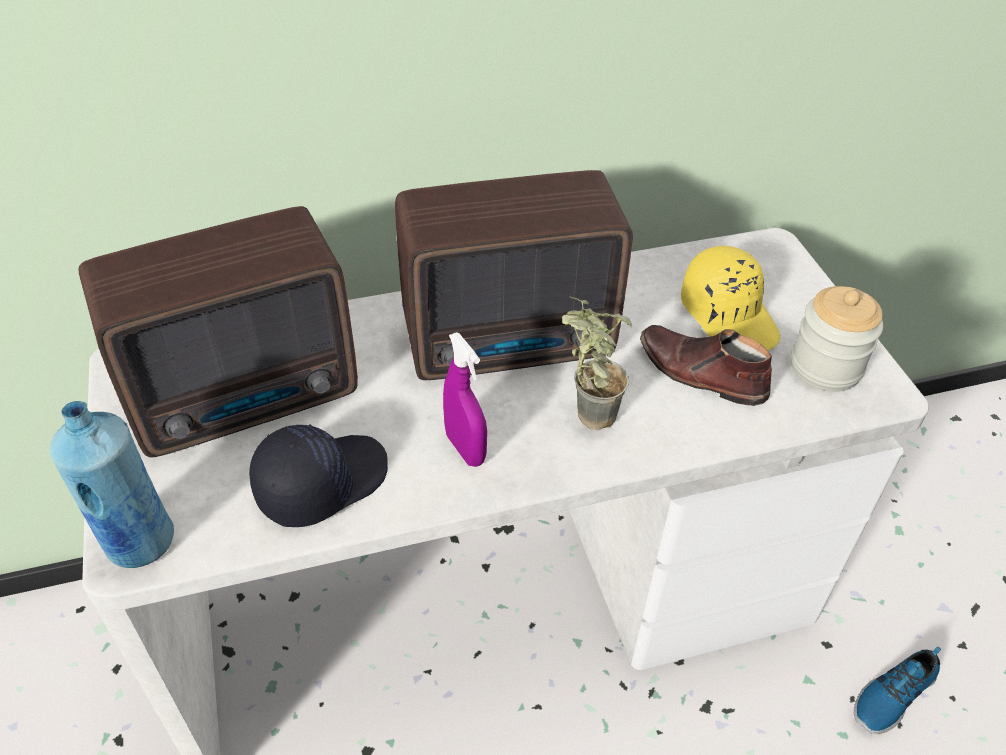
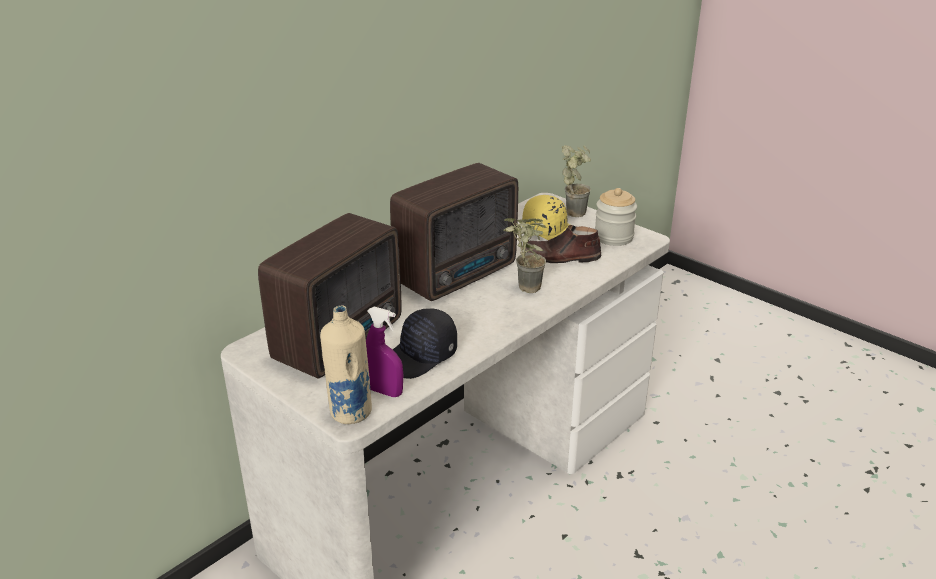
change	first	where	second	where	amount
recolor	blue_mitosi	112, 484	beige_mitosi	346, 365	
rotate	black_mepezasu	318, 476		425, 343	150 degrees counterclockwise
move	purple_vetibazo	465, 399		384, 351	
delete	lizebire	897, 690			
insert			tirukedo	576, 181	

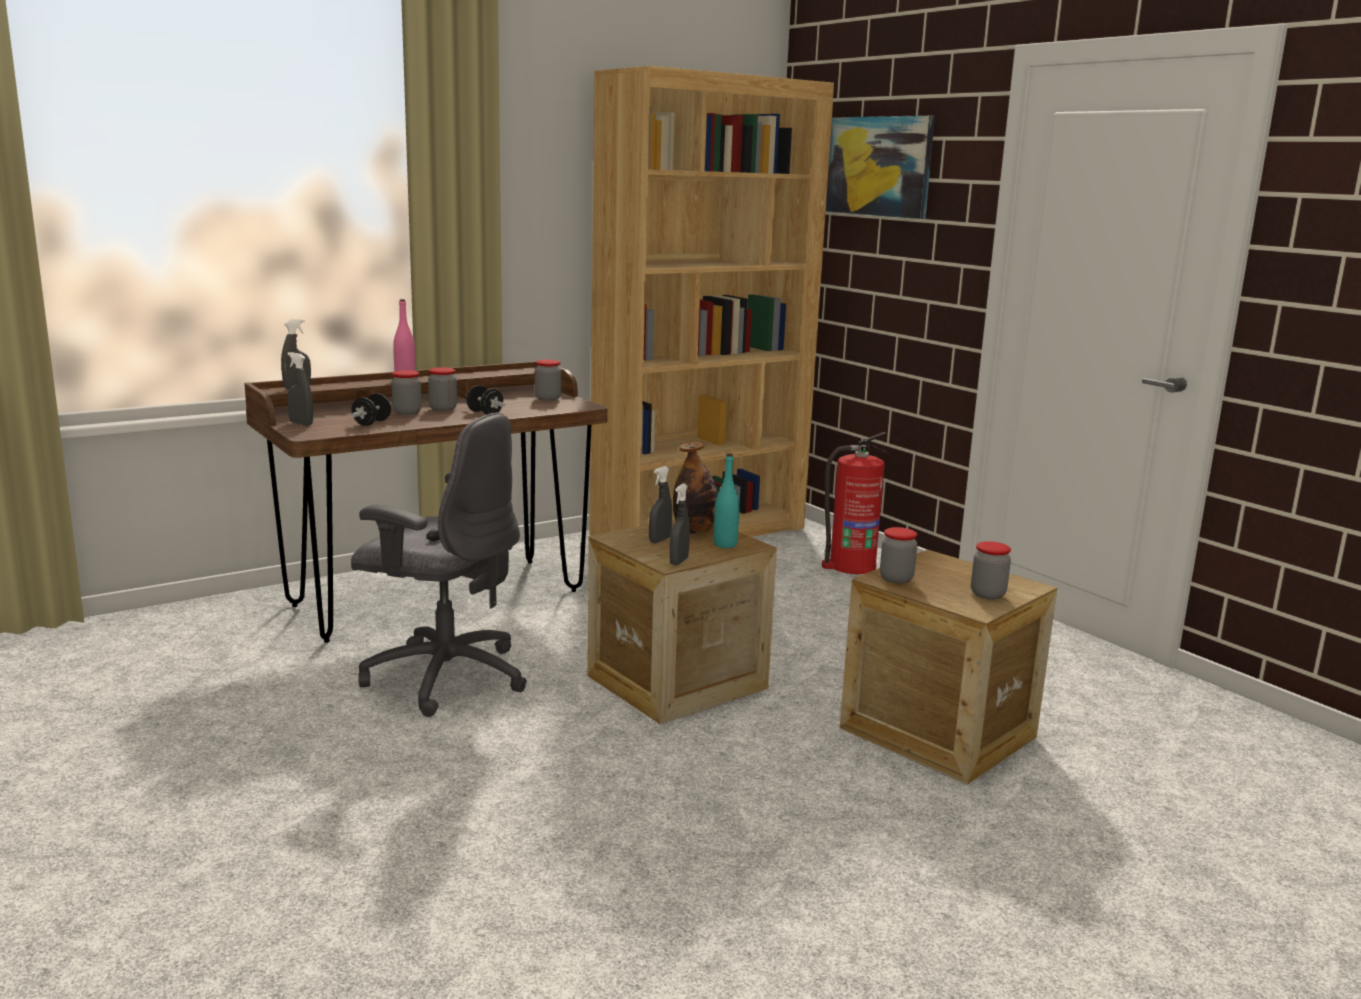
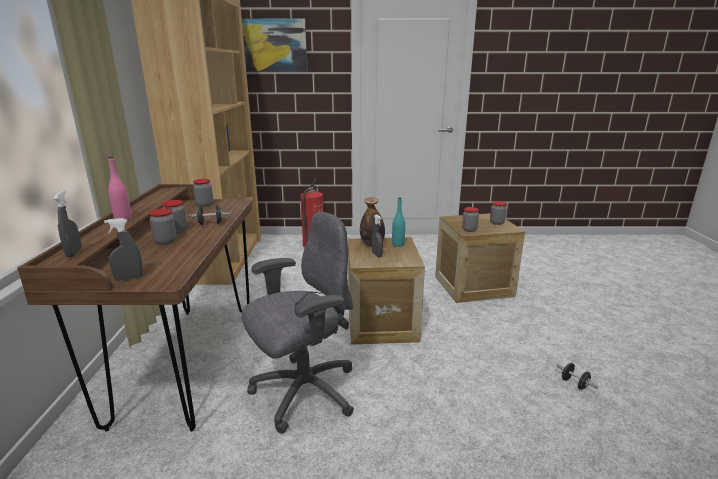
change	first	where	second	where	amount
move	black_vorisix	371, 409		577, 376	
delete	grey_vetibazo	680, 524			

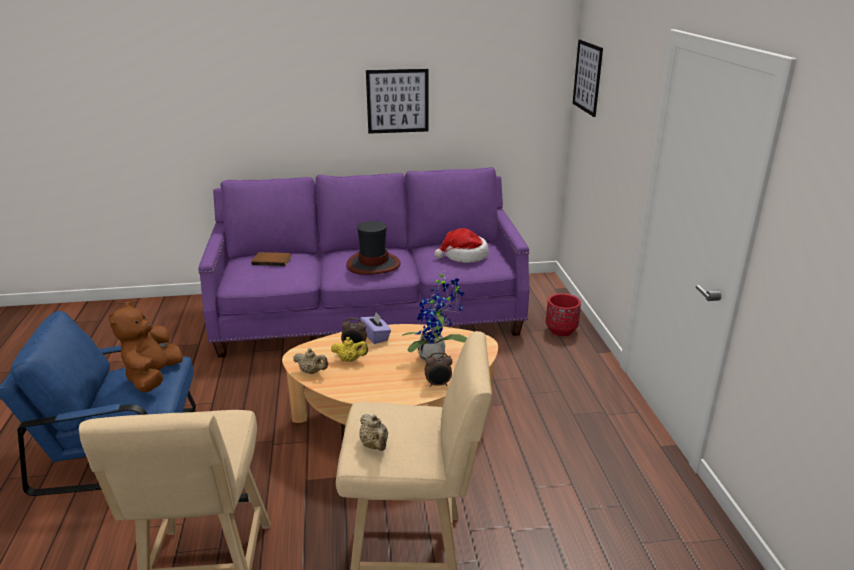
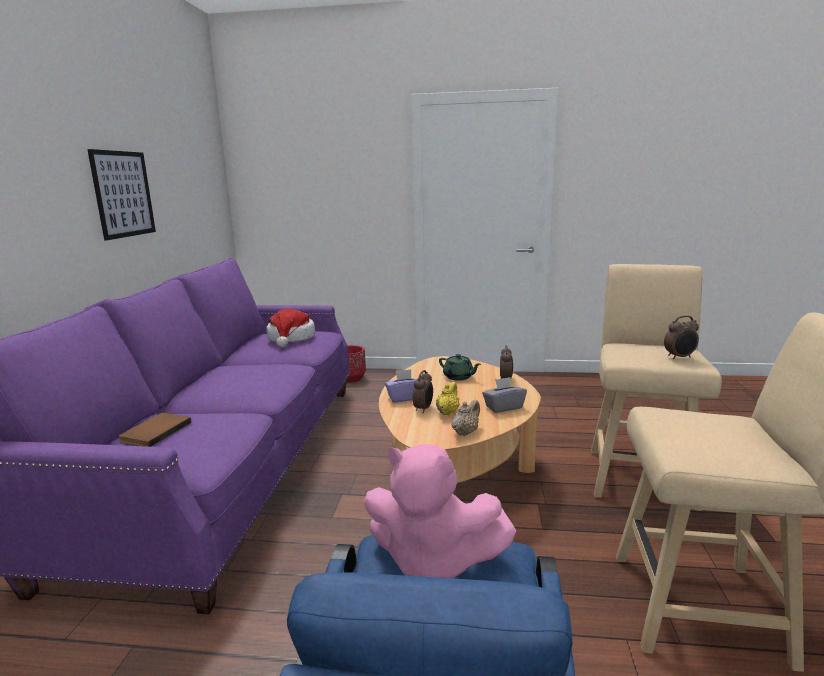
change	first	where	second	where	amount
recolor	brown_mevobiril	146, 346	pink_mevobiril	440, 511	
delete	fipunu	373, 248			
replace	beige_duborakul	373, 432	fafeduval	681, 337	
replace	tirukedo	434, 315	green_duborakul	460, 367	
delete	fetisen	588, 78			
insert			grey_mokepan	504, 395	

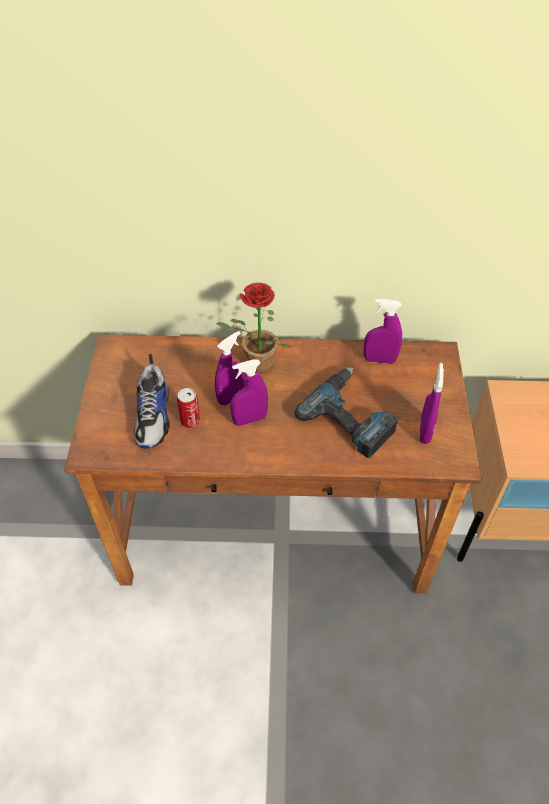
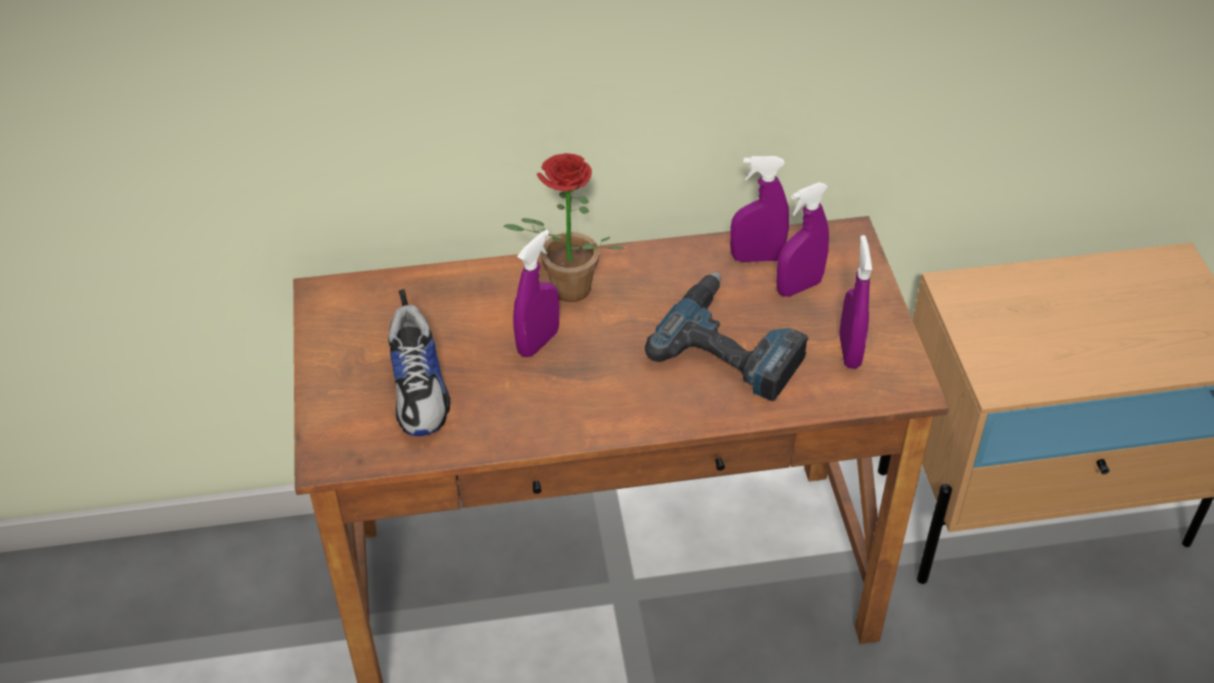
change	first	where	second	where	amount
delete	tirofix	188, 408			
move	purple_vetibazo	249, 392		803, 239	

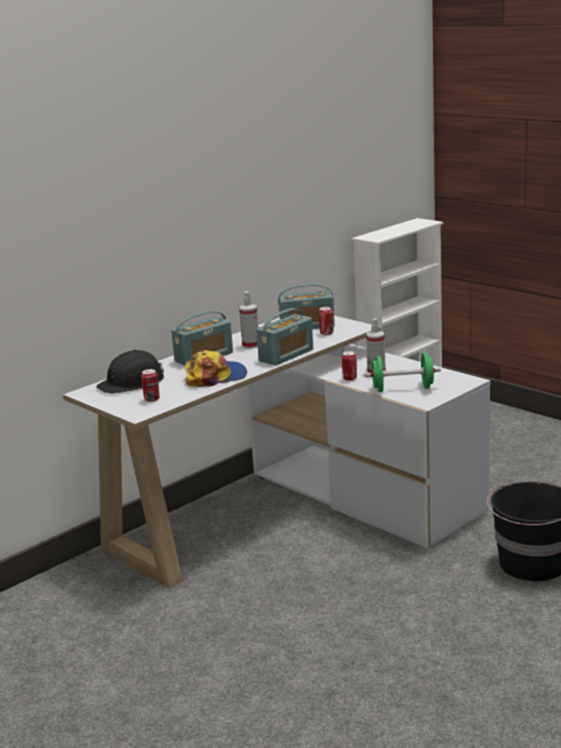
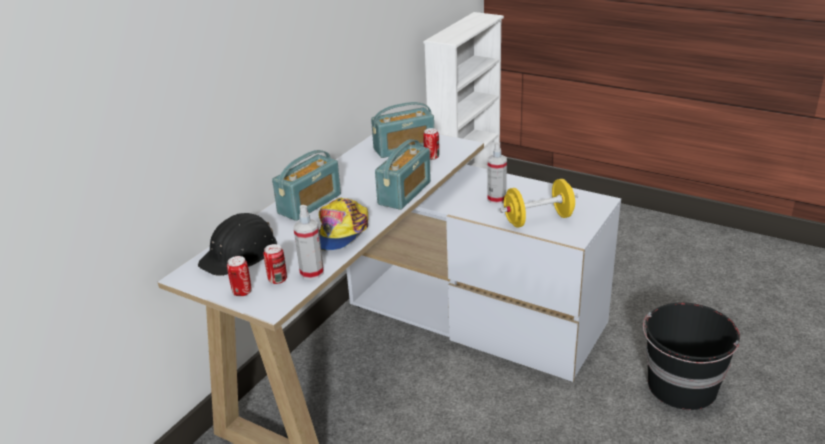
change	first	where	second	where	amount
rotate	mepezasu	215, 368		343, 224	150 degrees clockwise
move	vetibazo	249, 320		308, 242	
move	tirofix	349, 366		239, 276	
recolor	green_vorisix	403, 372	yellow_vorisix	539, 203	

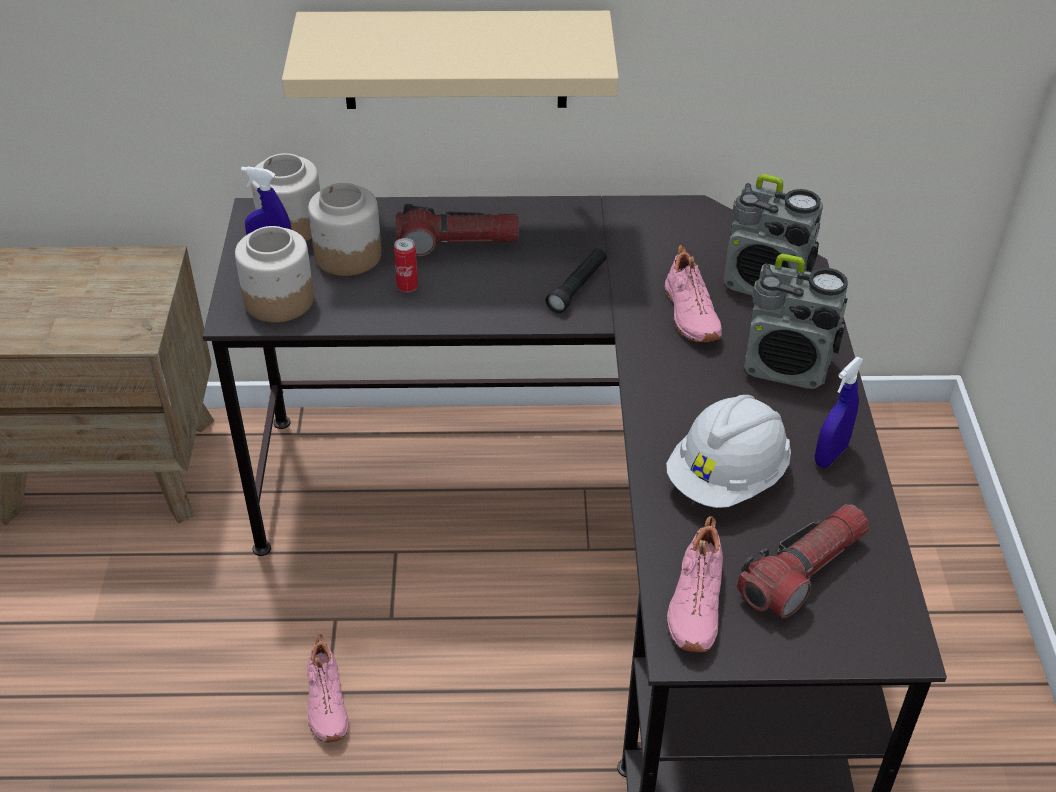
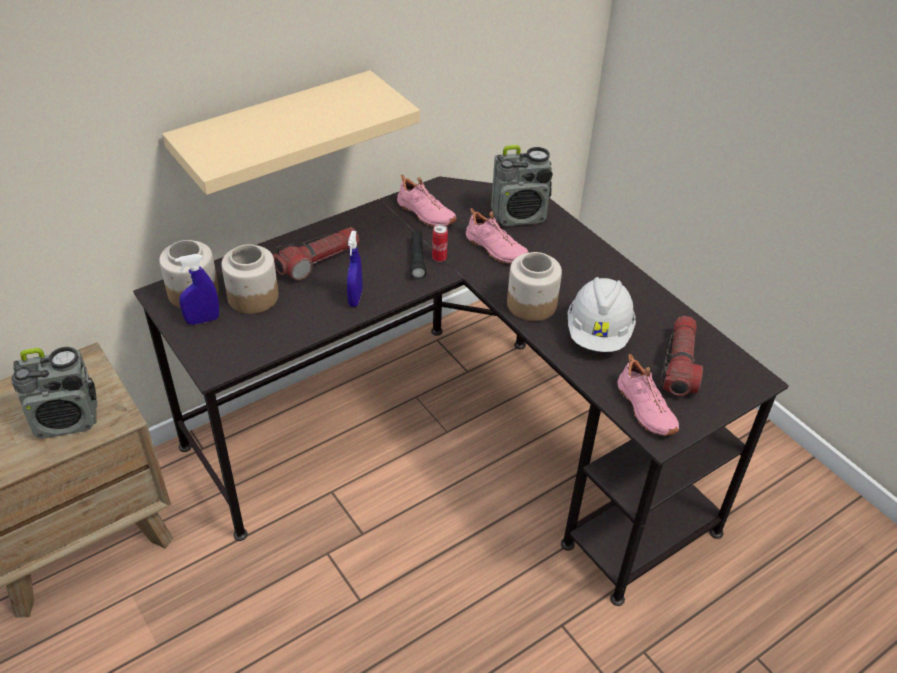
change	first	where	second	where	amount
move	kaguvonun	274, 274		534, 286	
move	pink_lizebire	328, 688		427, 201	
move	tirofix	406, 265		440, 243	
move	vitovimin	796, 321		54, 392	
move	blue_vetibazo	839, 412		354, 269	

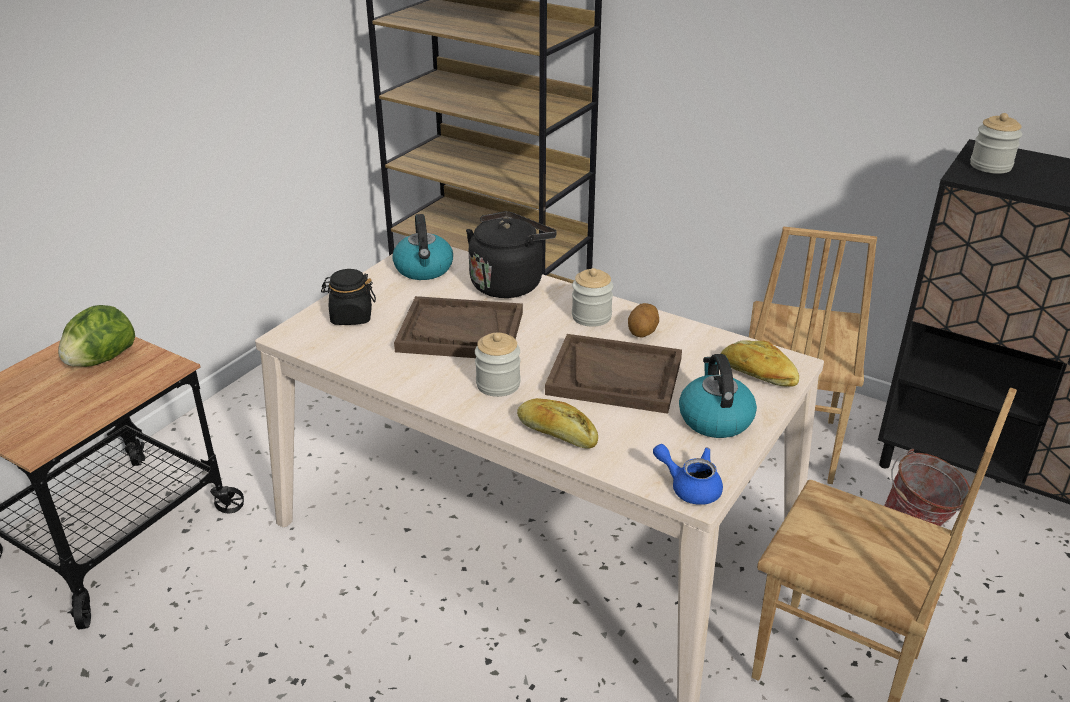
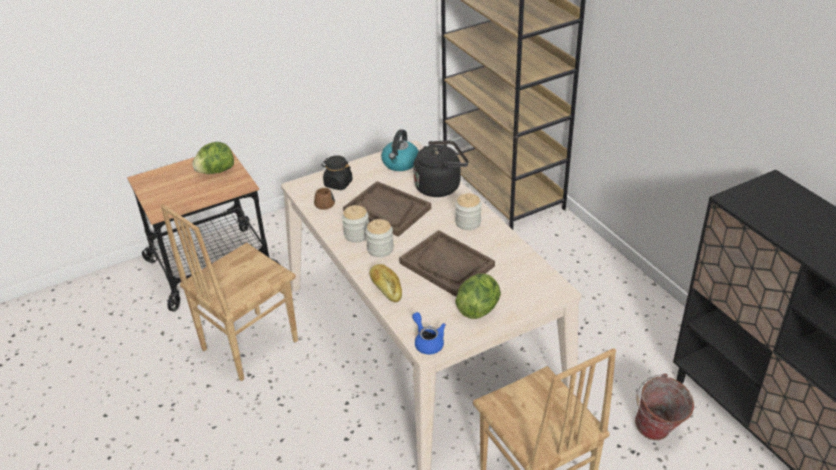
change	first	where	second	where	amount
delete	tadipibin	643, 320			
replace	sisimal	718, 396	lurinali	478, 296	
delete	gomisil	760, 363			
move	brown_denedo	813, 355		229, 292	
move	kaguvonun	996, 143		355, 224	
insert			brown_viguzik	324, 199	

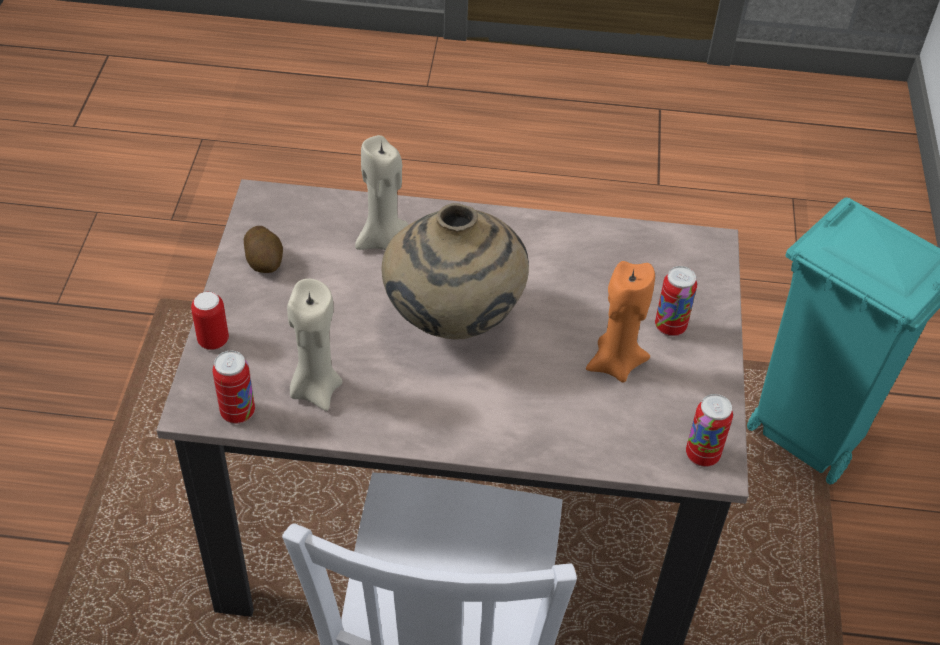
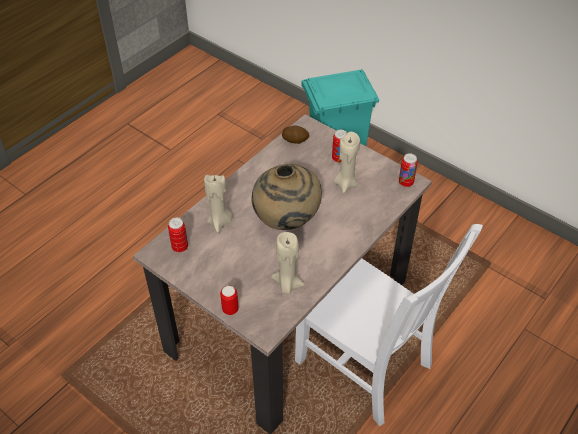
change	first	where	second	where	amount
move	tirofix	234, 387		178, 235	
move	tadipibin	263, 249		295, 134	
recolor	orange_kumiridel	620, 322	beige_kumiridel	346, 162	

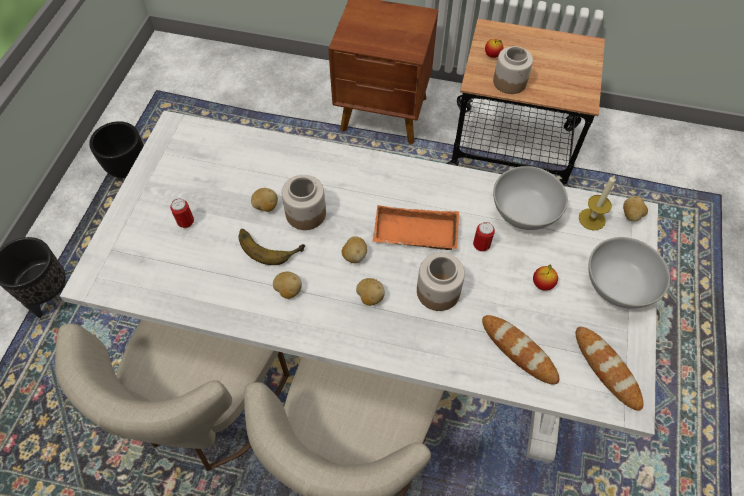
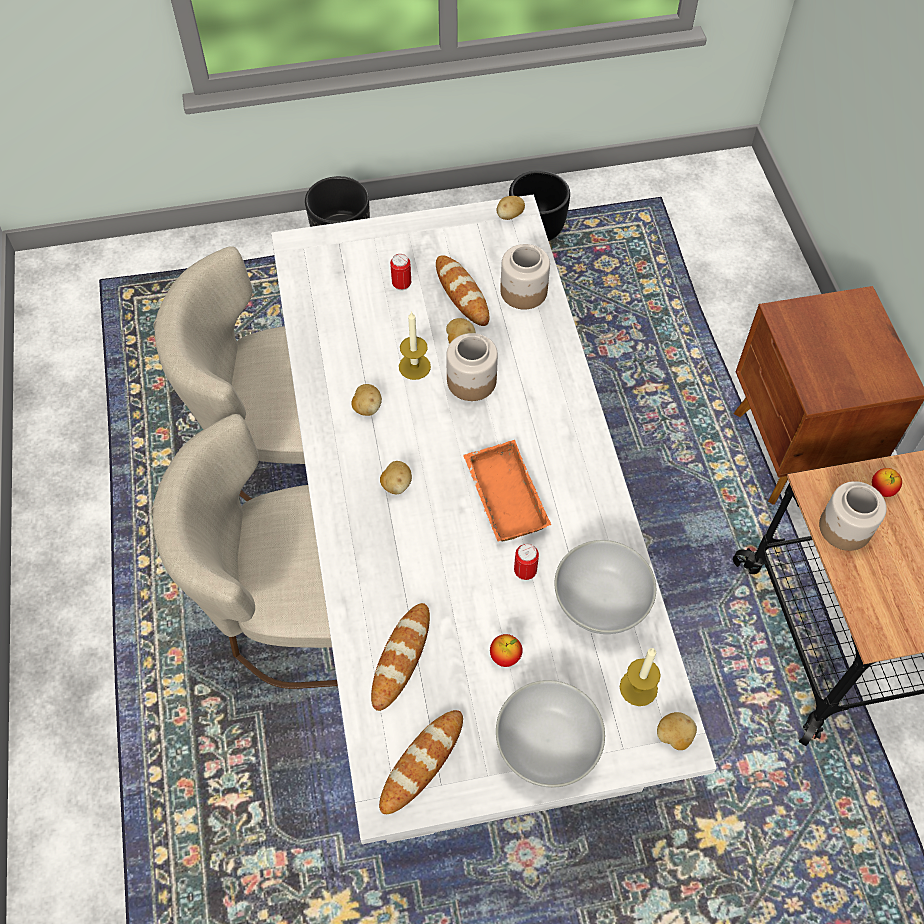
change	first	where	second	where	amount
replace	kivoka	272, 247	kumiridel	415, 345	
move	tadipibin	354, 249		511, 208	
move	kaguvonun	441, 282		525, 277	
insert			gomisil	462, 290	

